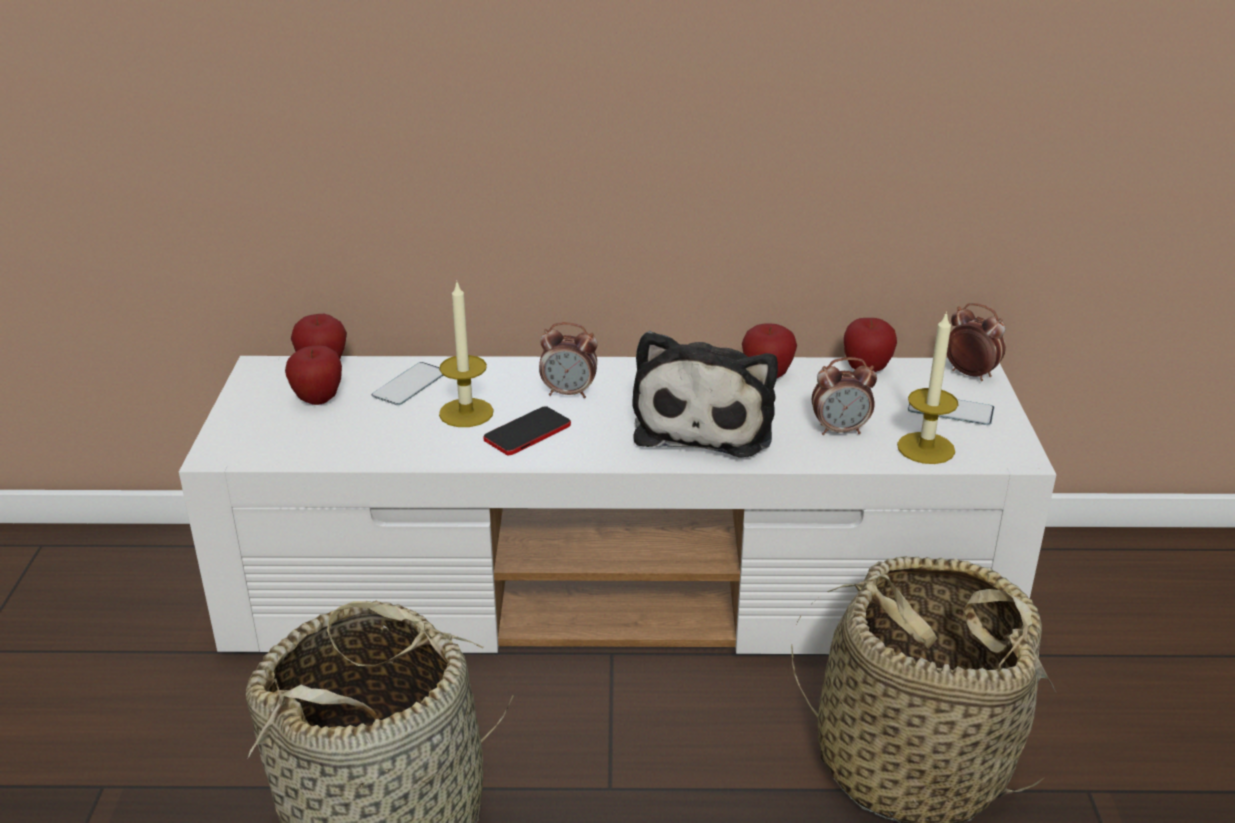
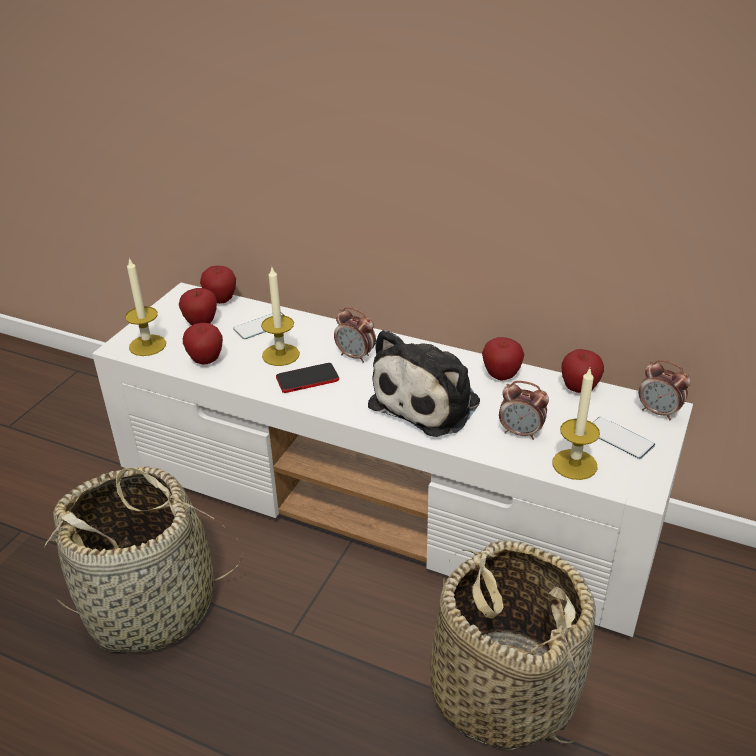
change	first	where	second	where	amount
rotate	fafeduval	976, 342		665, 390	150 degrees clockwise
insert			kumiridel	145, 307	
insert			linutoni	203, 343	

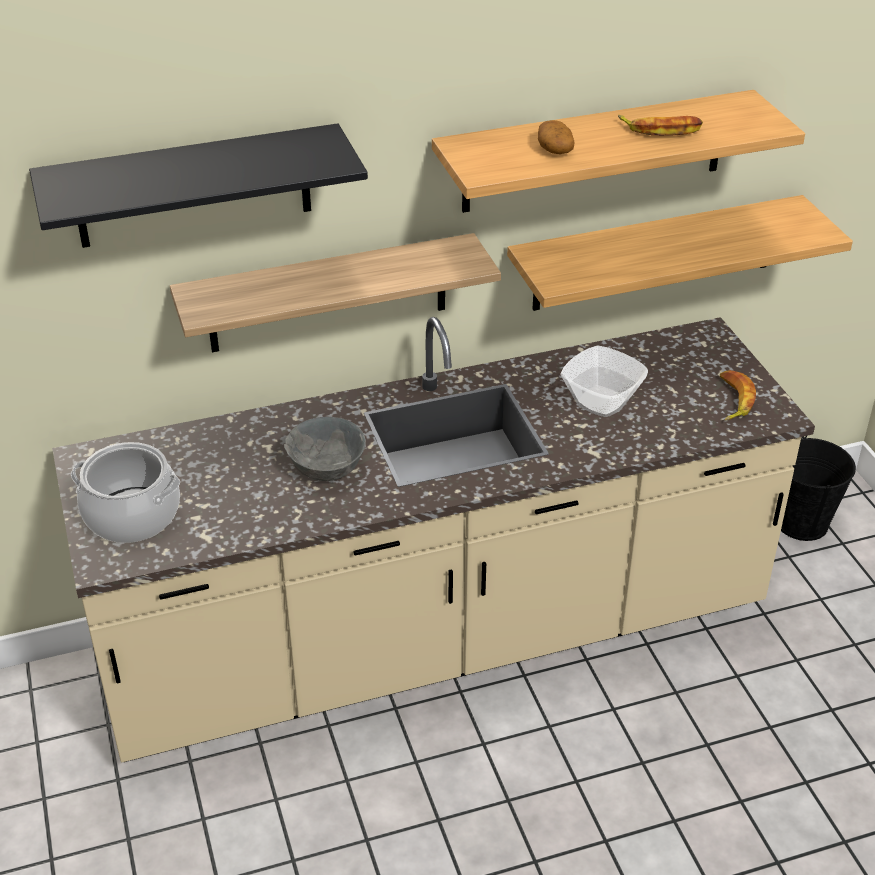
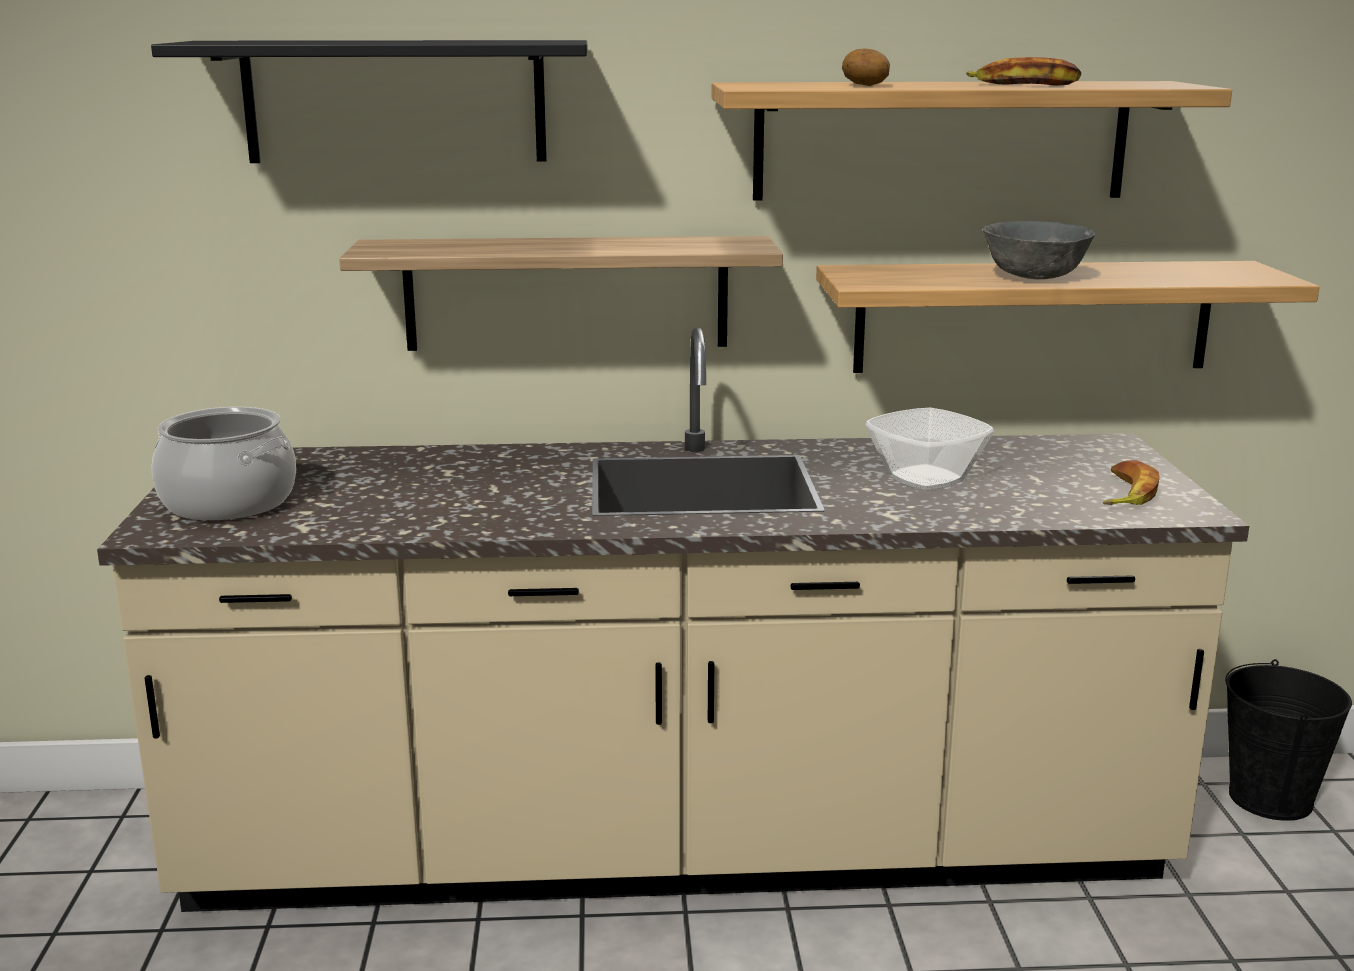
change	first	where	second	where	amount
move	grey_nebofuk	325, 449		1039, 250	

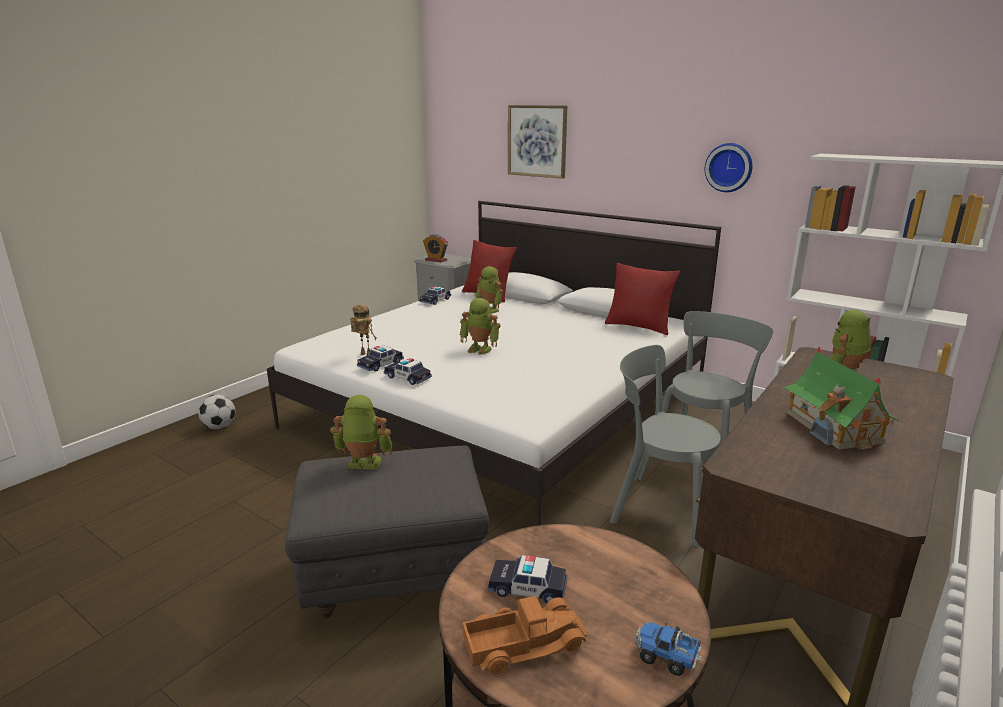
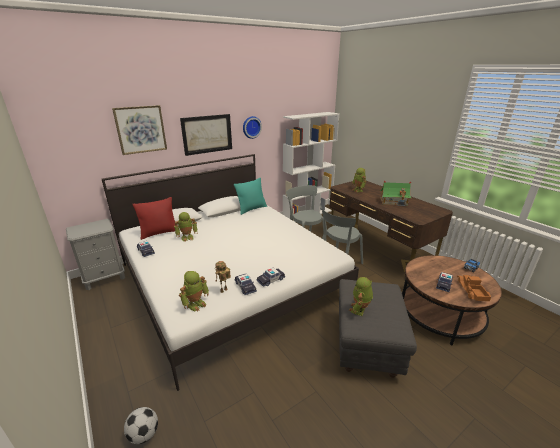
change	first	where	second	where	amount
delete	fafeduval	435, 248			
move	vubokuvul	480, 326		194, 291	
recolor	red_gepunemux	642, 299	turquoise_gepunemux	250, 196	
insert			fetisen	206, 135	

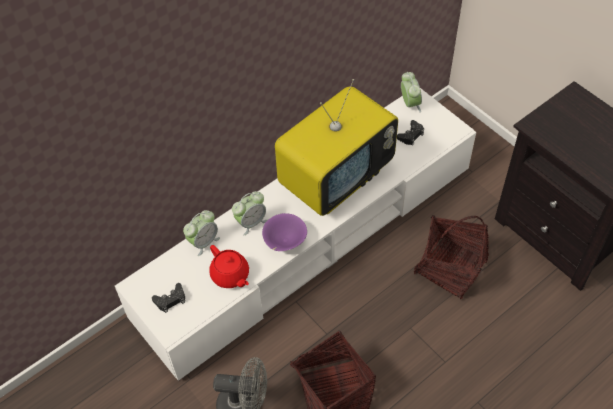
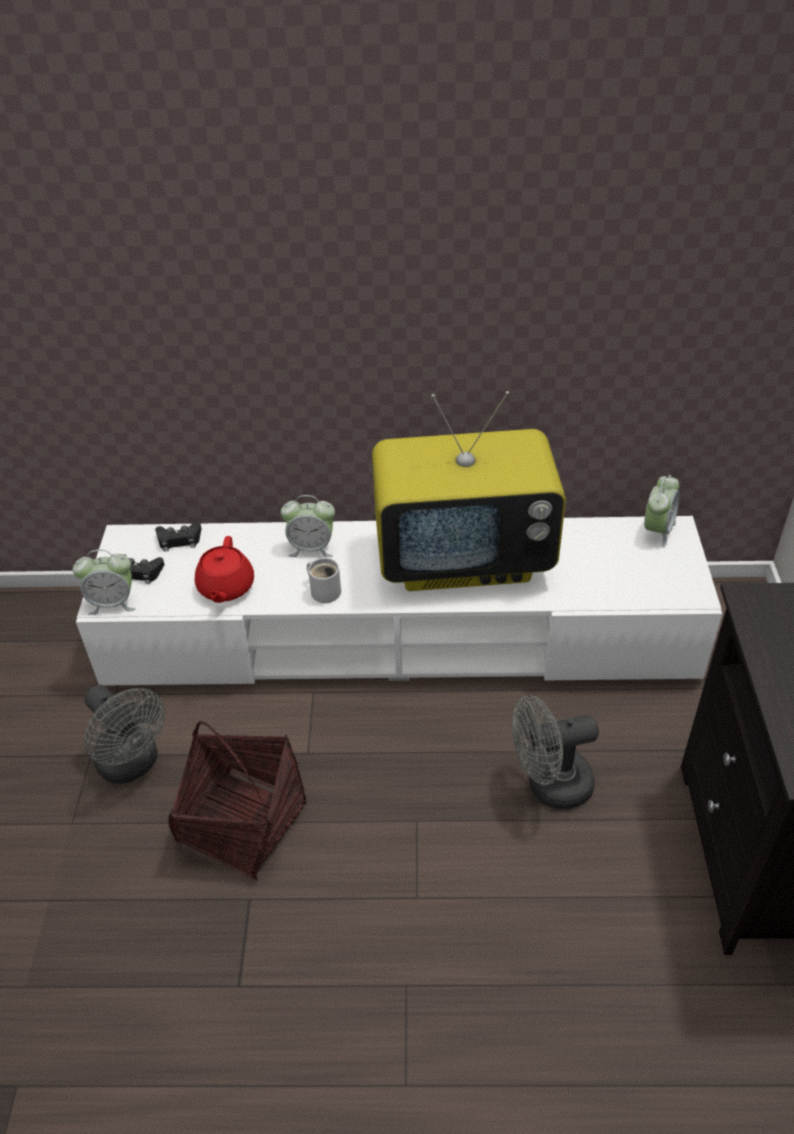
change	first	where	second	where	amount
move	fafeduval	201, 233		104, 582	
replace	purple_nebofuk	284, 232	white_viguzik	324, 580	
move	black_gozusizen	410, 133		178, 537	
replace	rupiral	451, 257	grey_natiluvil	555, 752	

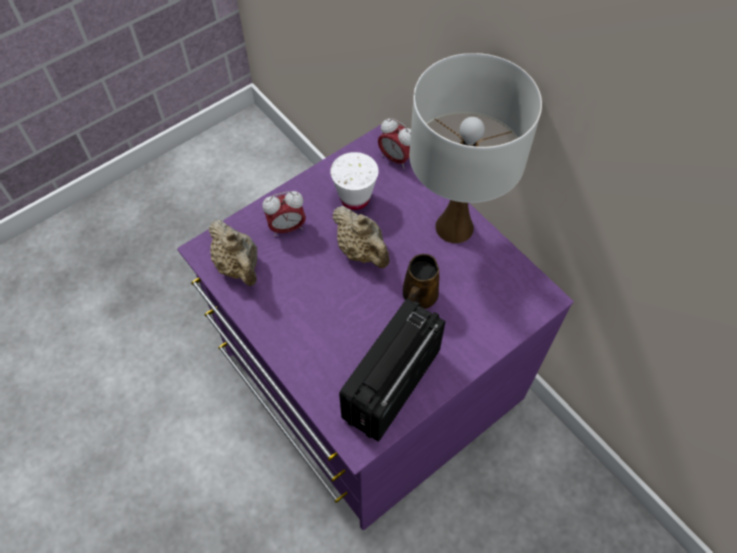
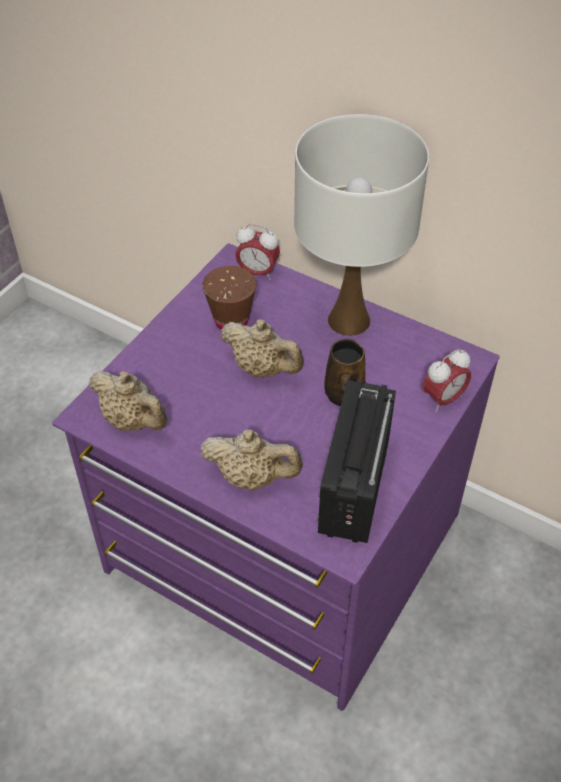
change	first	where	second	where	amount
move	fafeduval	284, 213		446, 380	
recolor	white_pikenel	354, 181	brown_pikenel	229, 297	
insert			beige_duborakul	251, 460	

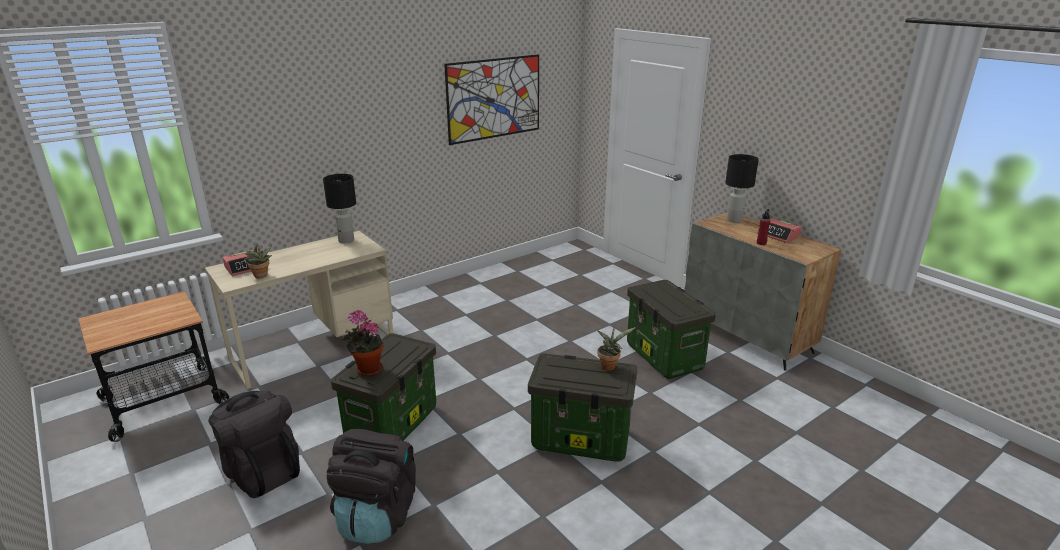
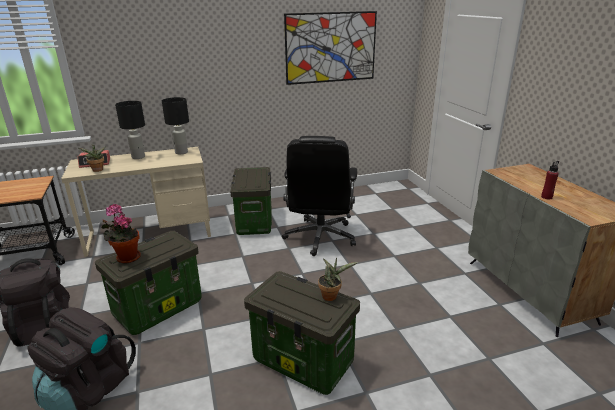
change	first	where	second	where	amount
move	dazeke	671, 329		251, 201	
move	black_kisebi	742, 188		130, 130	
delete	fafeduval	779, 230			
insert			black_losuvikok	319, 196	

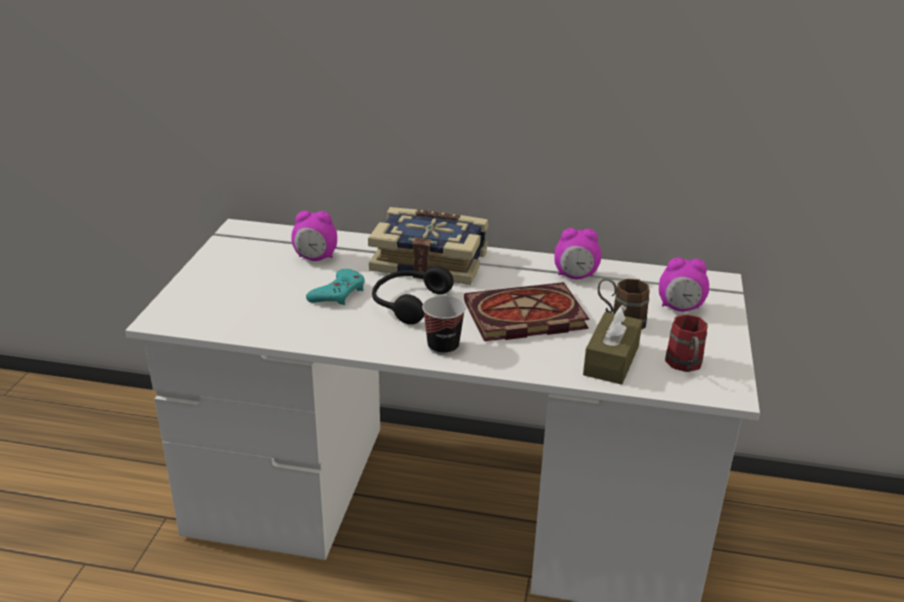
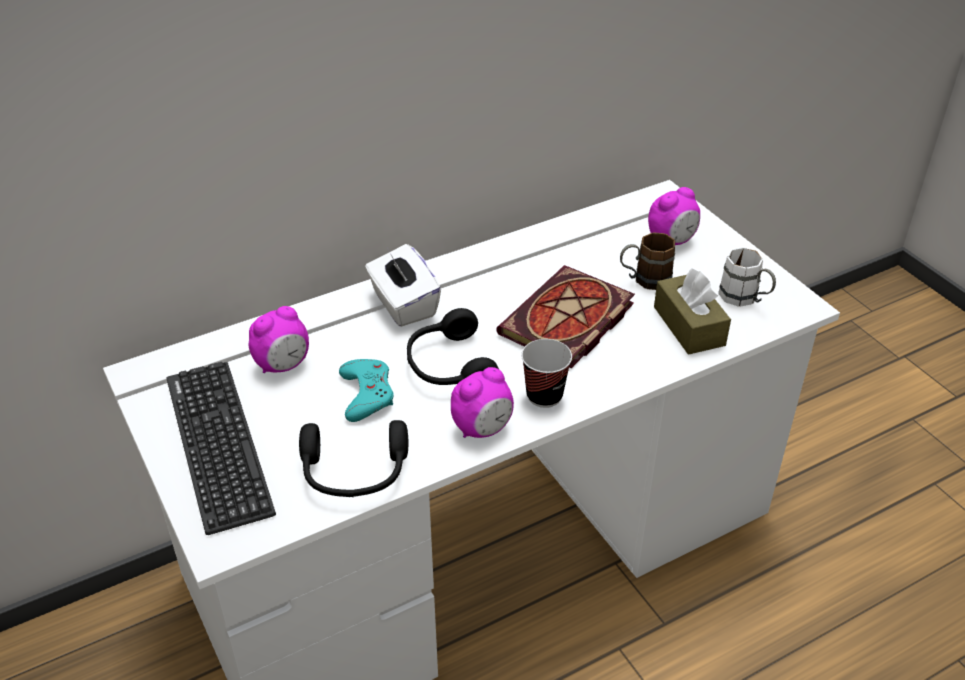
change	first	where	second	where	amount
replace	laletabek	428, 246	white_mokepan	403, 285	
move	fafeduval	577, 253		482, 402	
recolor	red_viguzik	686, 343	white_viguzik	747, 277	
insert			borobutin	221, 448	
insert			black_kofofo	353, 458	

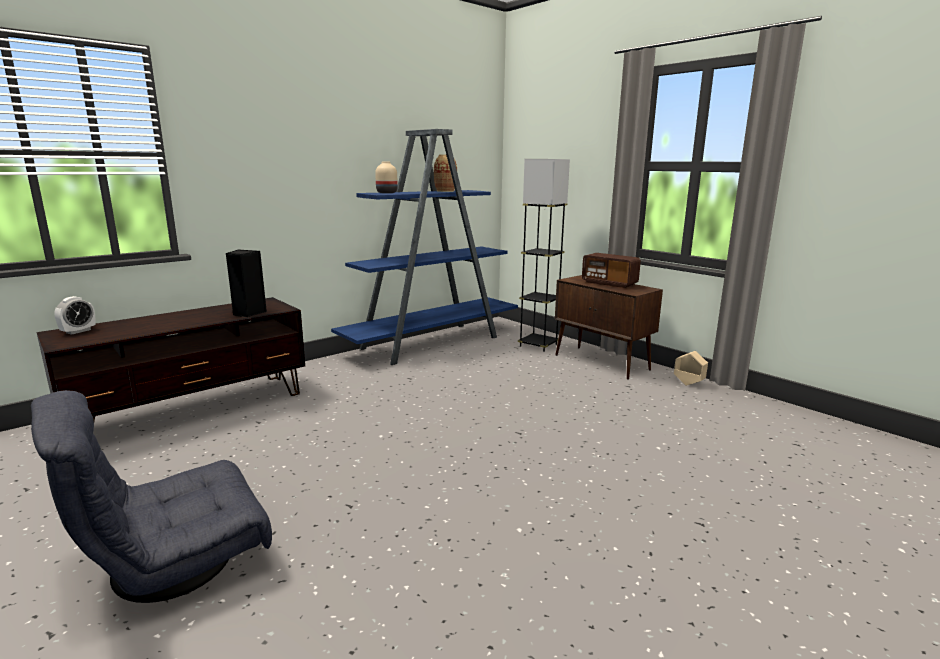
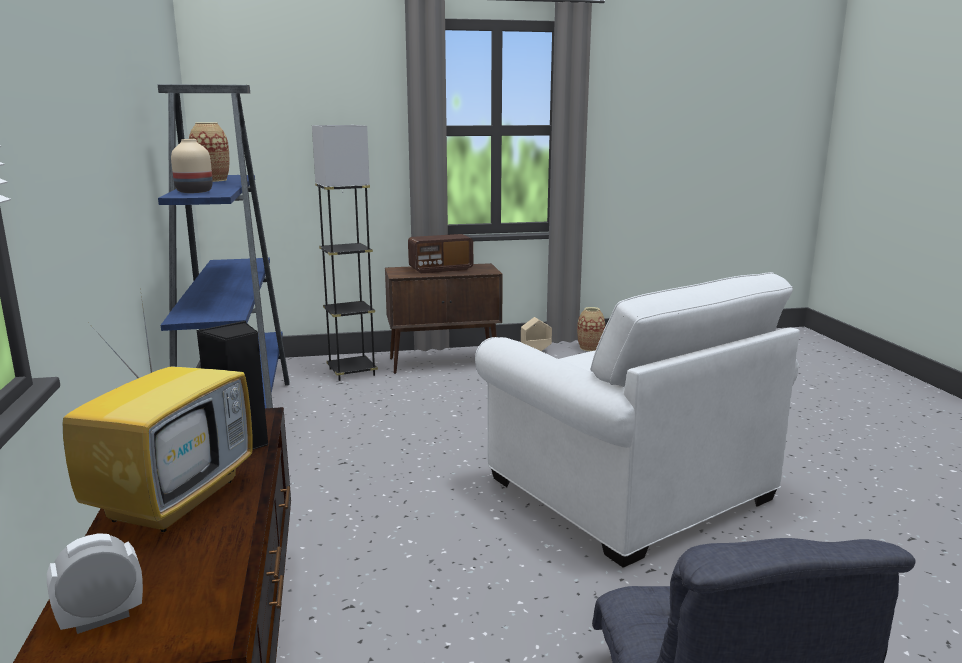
change	first	where	second	where	amount
rotate	fafeduval	75, 315		95, 583	90 degrees counterclockwise
insert			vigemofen	158, 414	
insert			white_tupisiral	637, 420	
insert			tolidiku	591, 329	

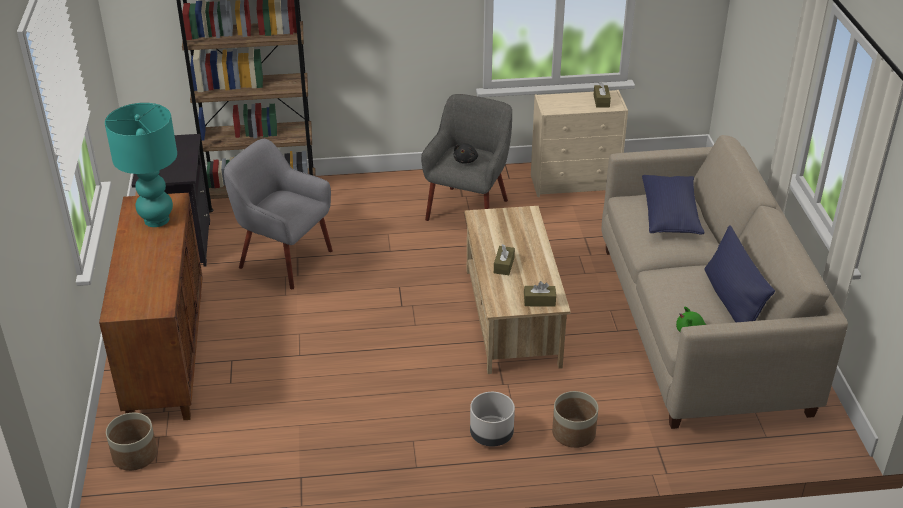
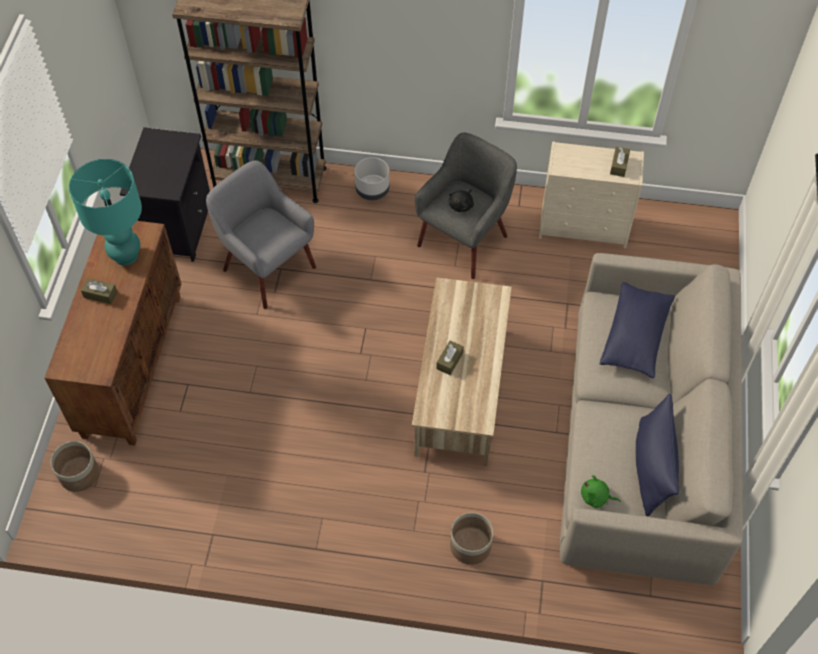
change	first	where	second	where	amount
move	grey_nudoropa	492, 419		372, 178	
move	brown_mokepan	540, 293		99, 291	

